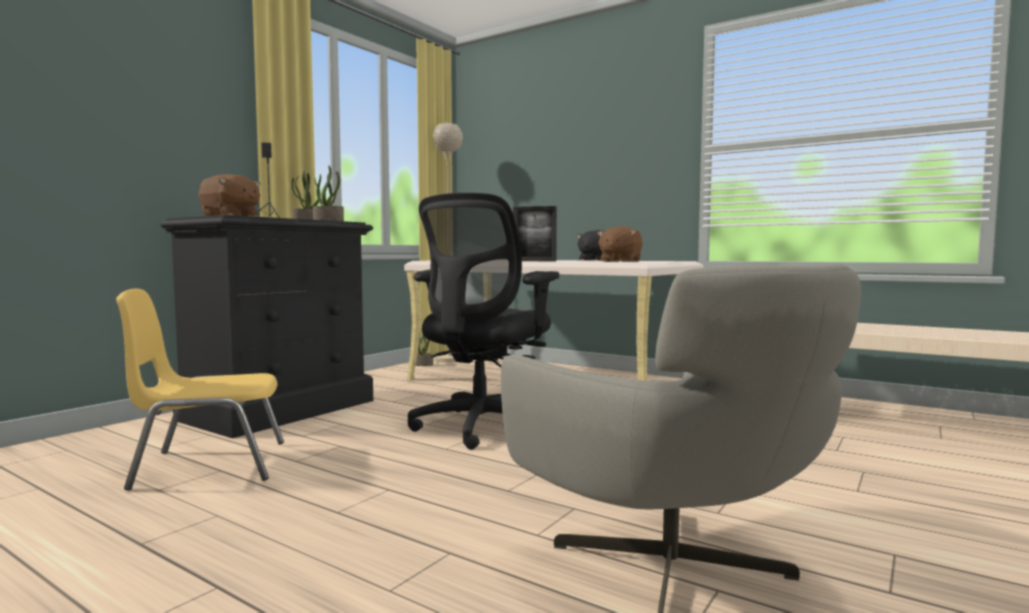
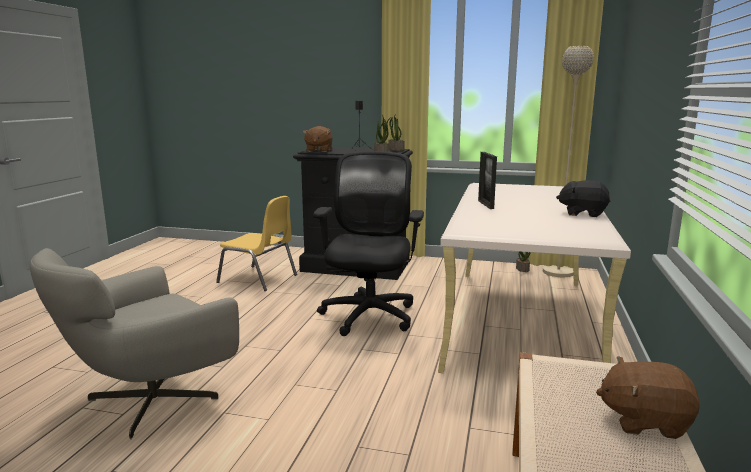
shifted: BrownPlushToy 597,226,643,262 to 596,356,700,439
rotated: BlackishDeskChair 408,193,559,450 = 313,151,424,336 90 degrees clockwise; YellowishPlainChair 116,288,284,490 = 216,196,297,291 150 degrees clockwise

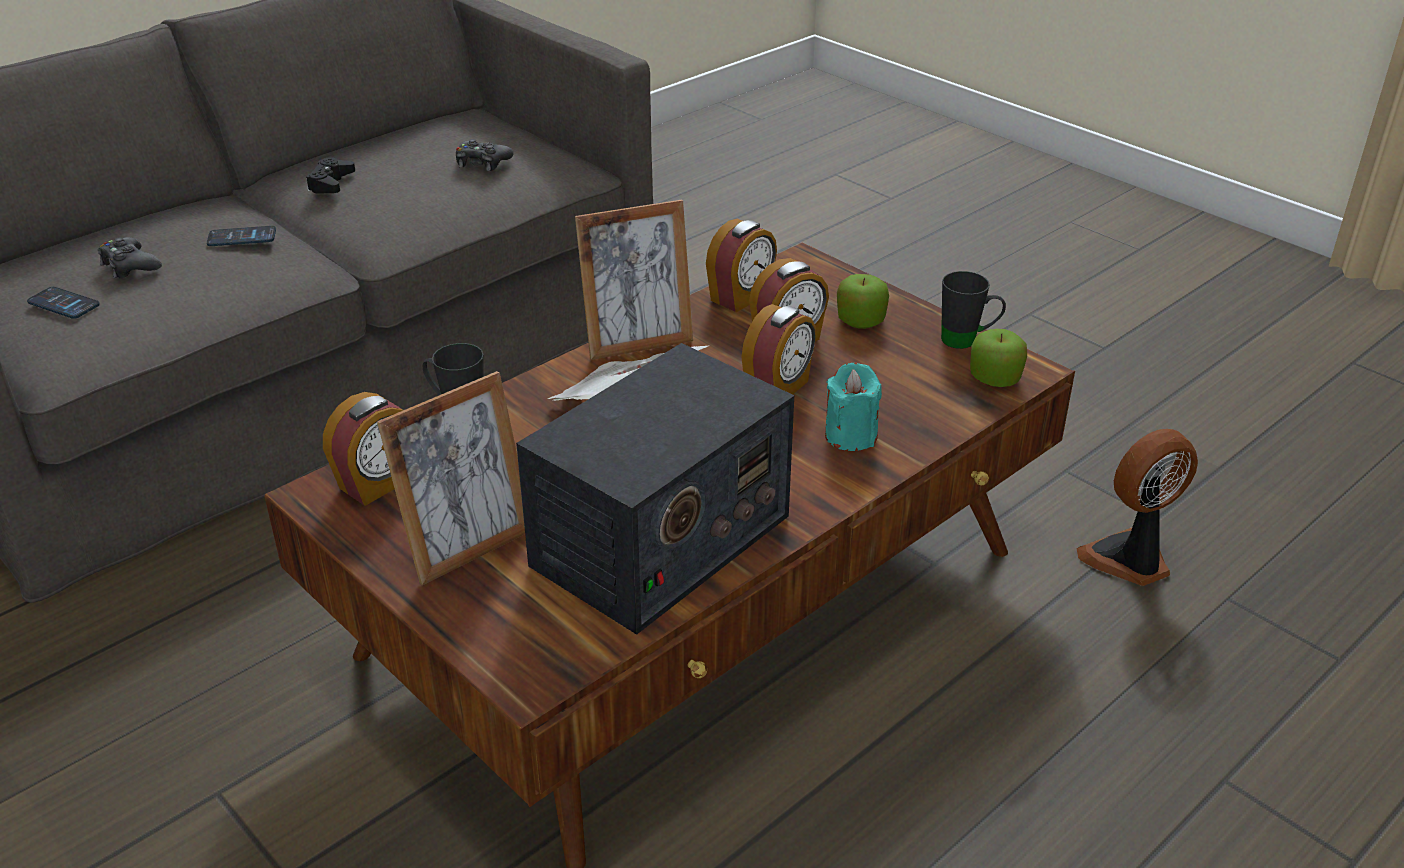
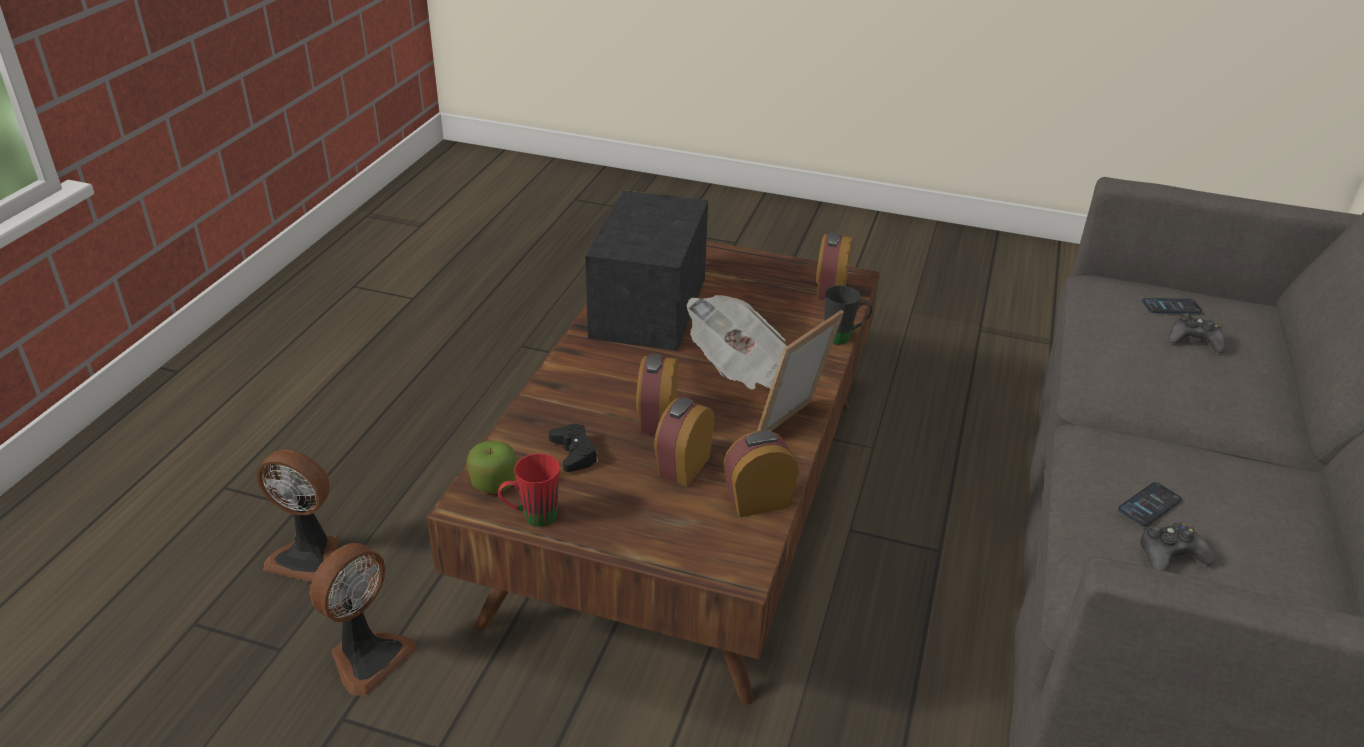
gone: AppleFruit 837,274,889,329; TurquoiseWaxLight 825,362,882,451; PictureFrame 377,371,525,585
new: Fan 257,450,338,582
shifted: BlackishJoypad 306,157,355,193 to 549,424,598,472; Telephone 207,226,276,246 to 1118,482,1182,527
repainted: BlackishMug 941,271,1006,349 to RedColouredMug 498,453,560,527
rotated: AlarmClock 706,219,777,312 = 724,431,799,517 60 degrees clockwise

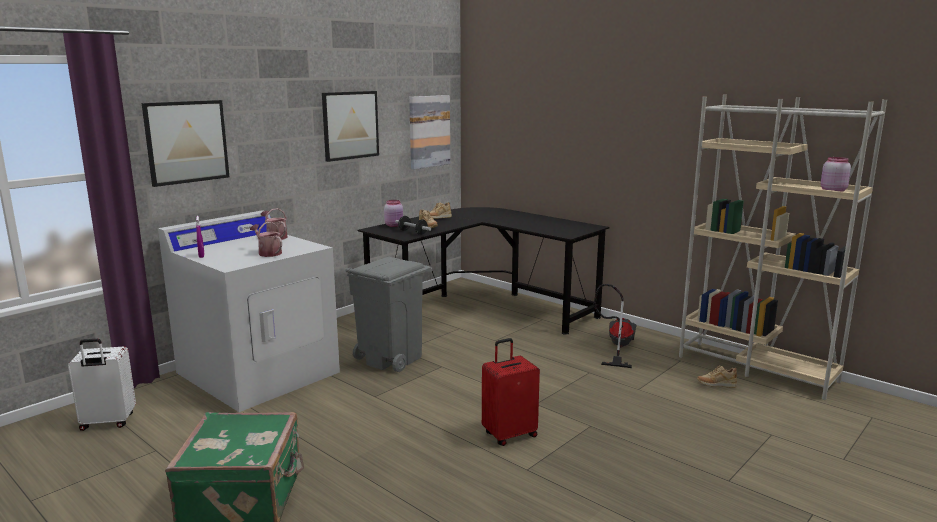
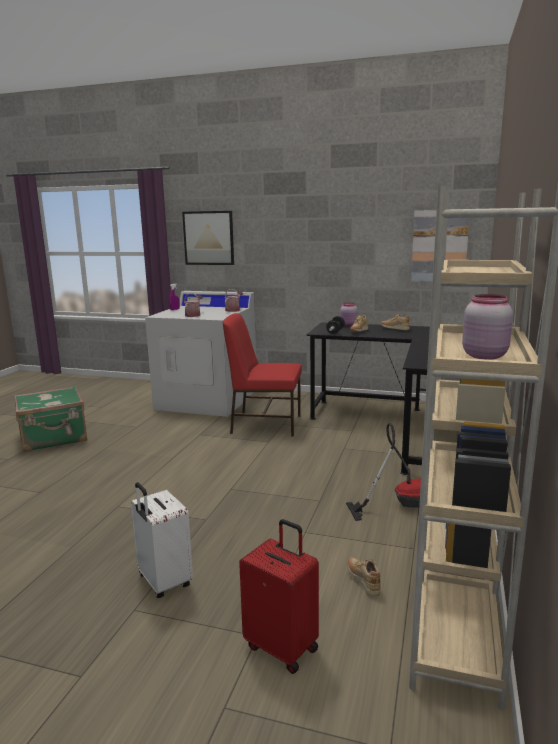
gone: WallPicture 322,91,379,162
shifted: RedColouredSuitcase 482,338,540,446 to 239,519,319,674; WhitishSuitcase 68,339,136,431 to 131,482,193,598
swapped: GreyishWasteBin 346,257,432,372 to RedColouredPlainChair 223,313,302,437

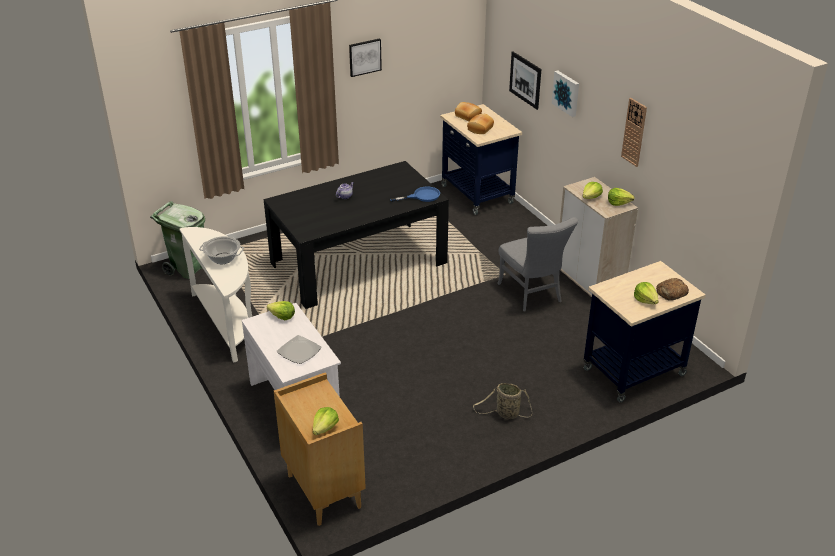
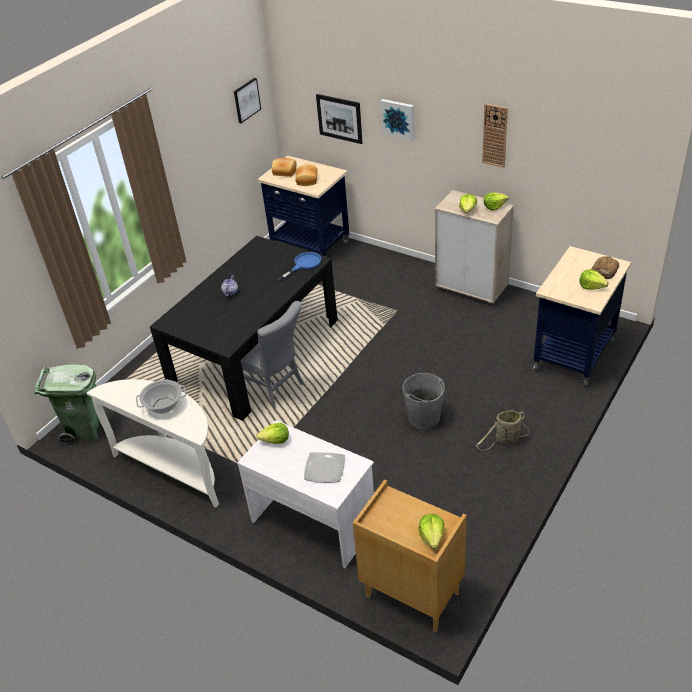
new: GreyishWaterBucket 402,373,445,429
shifted: WallPicture 349,38,382,77 to 234,78,261,123; GreyishPlainChair 497,217,578,311 to 241,301,304,409

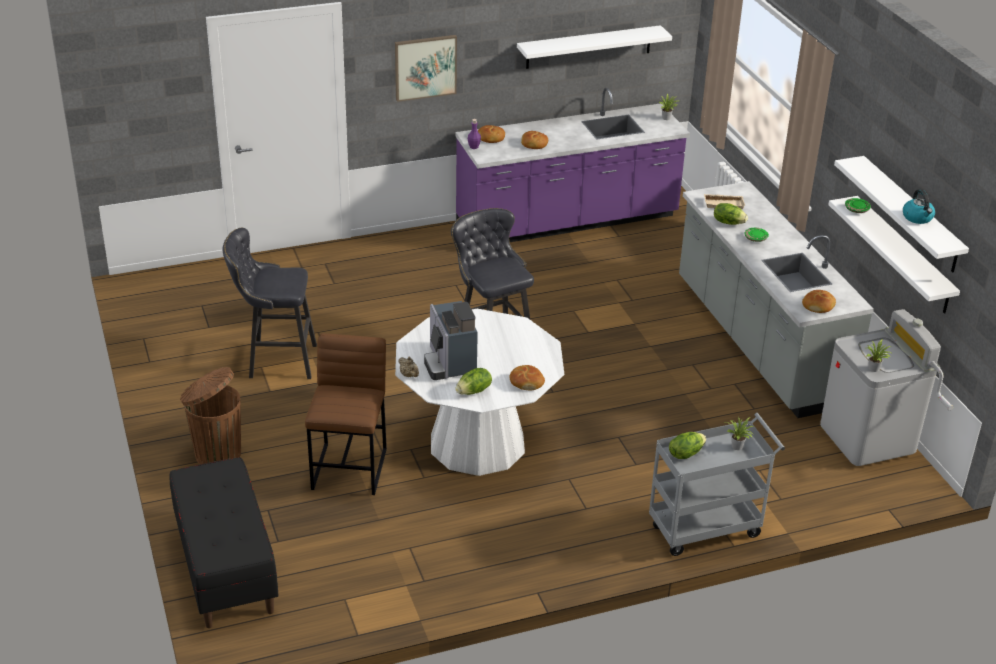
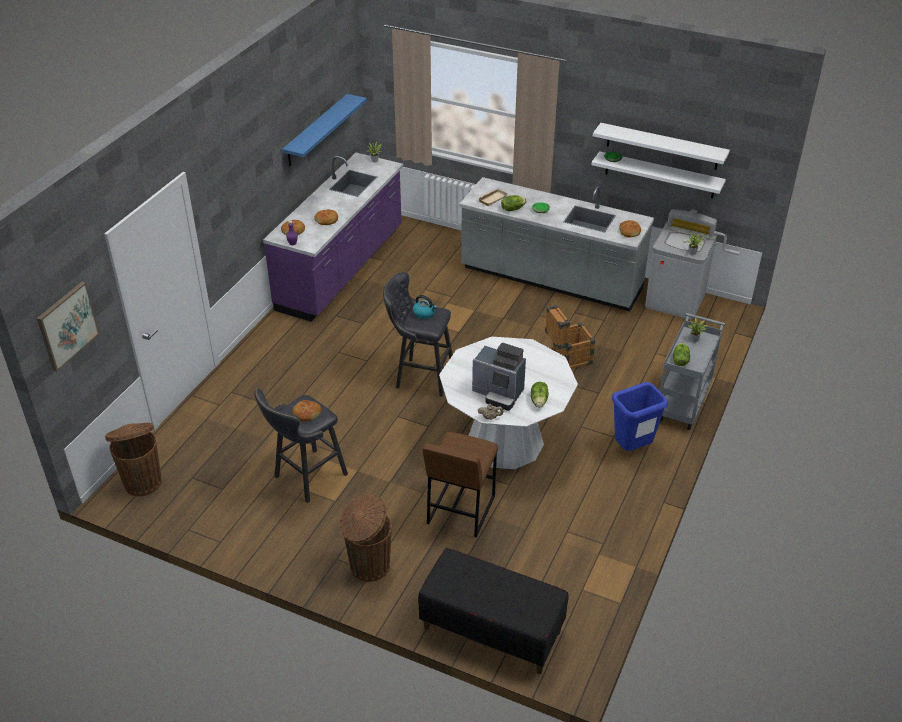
new: ShippingCrate 545,305,595,369; BluishWasteBin 612,382,668,451; BrownWasteBin 105,423,162,496
shifted: WallPicture 395,35,457,102 to 37,282,99,371; Kettle 903,189,935,224 to 413,295,437,319; BakeryBread 510,365,545,390 to 292,400,321,421
repainted: WhitishWallShelf 517,25,672,69 to BluishWallShelf 282,94,367,166
rotated: BrownPlainChair 305,333,387,495 = 423,432,498,538 120 degrees counterclockwise

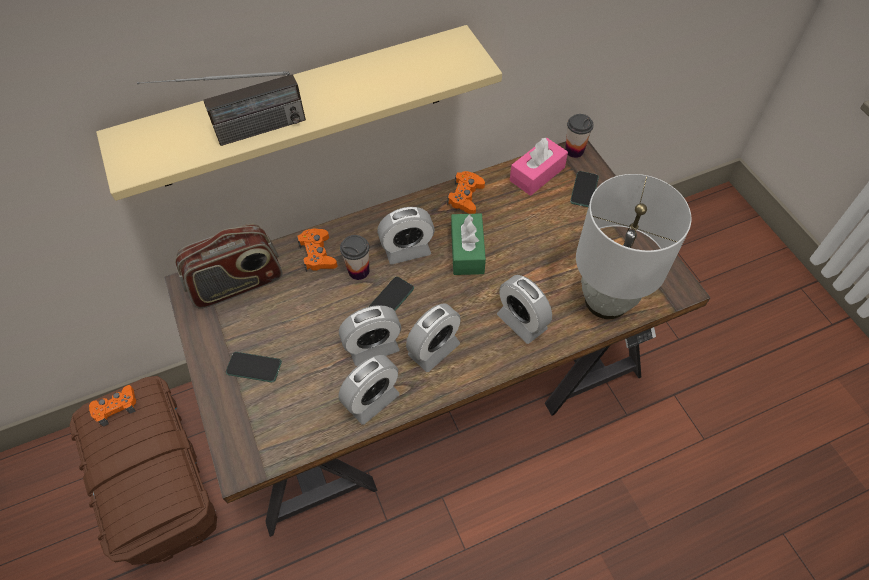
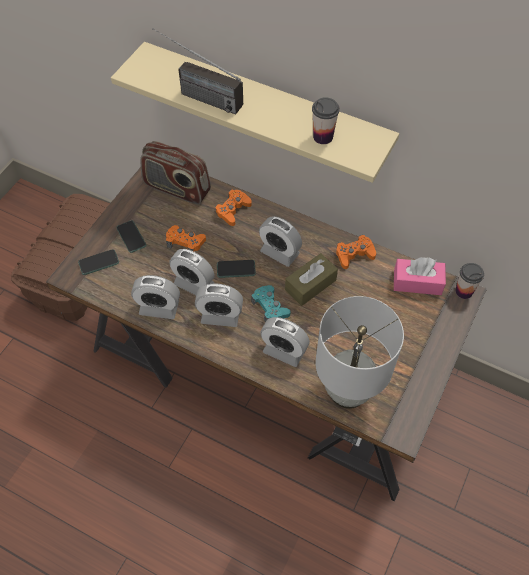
new: TurquoiseJoypad 251,285,290,322
shifted: Telephone 570,171,599,207 to 78,249,119,275; SmallCup 340,235,369,280 to 312,97,340,144; OrangeJoypad 89,385,136,427 to 166,225,206,252
repainted: GreenColouredTissueBox 451,213,486,275 to BrownTissueBox 285,253,338,306
rotated: AlarmClock 497,275,552,344 = 260,317,310,367 75 degrees counterclockwise

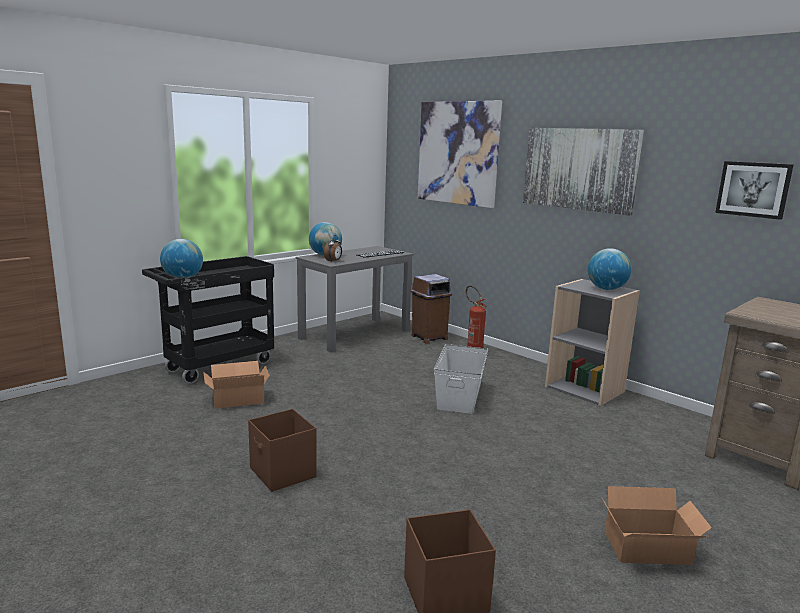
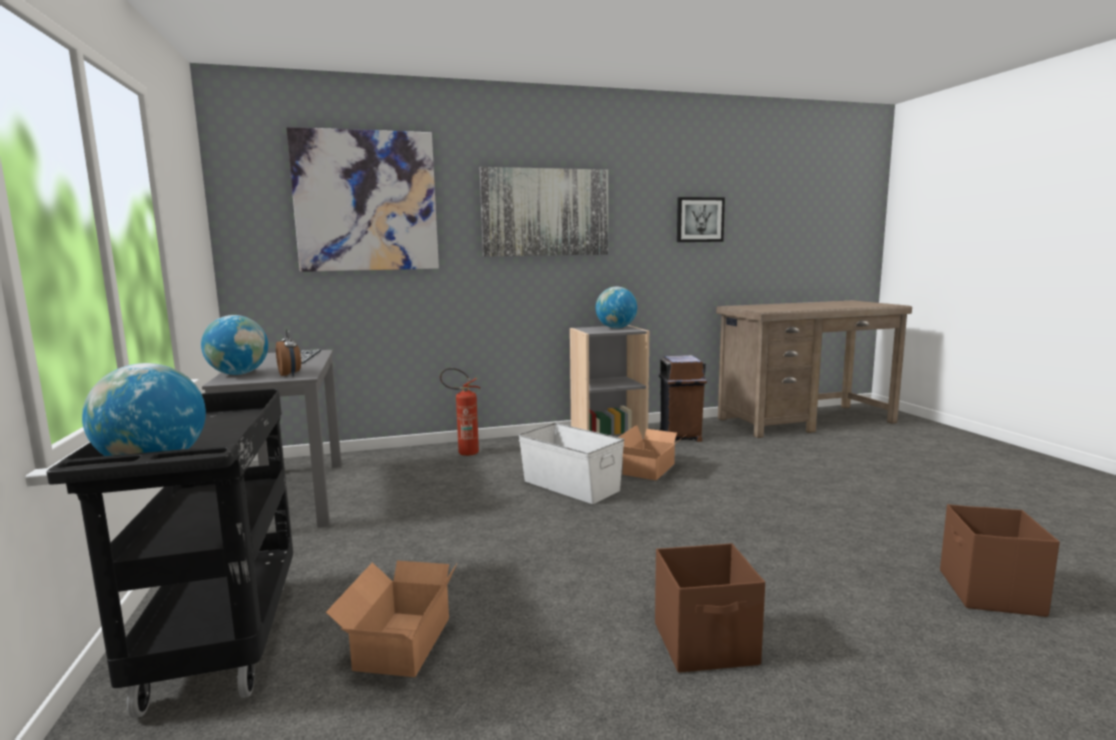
shifted: BrownWasteBin 410,274,452,344 to 659,355,707,442; Carton 601,486,712,565 to 619,425,683,481

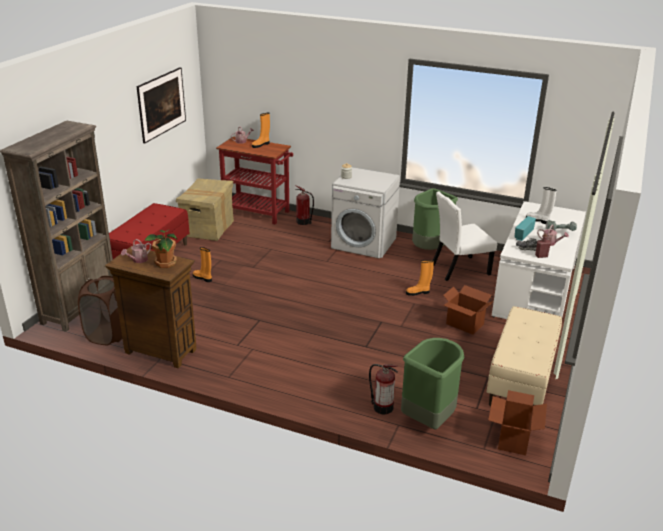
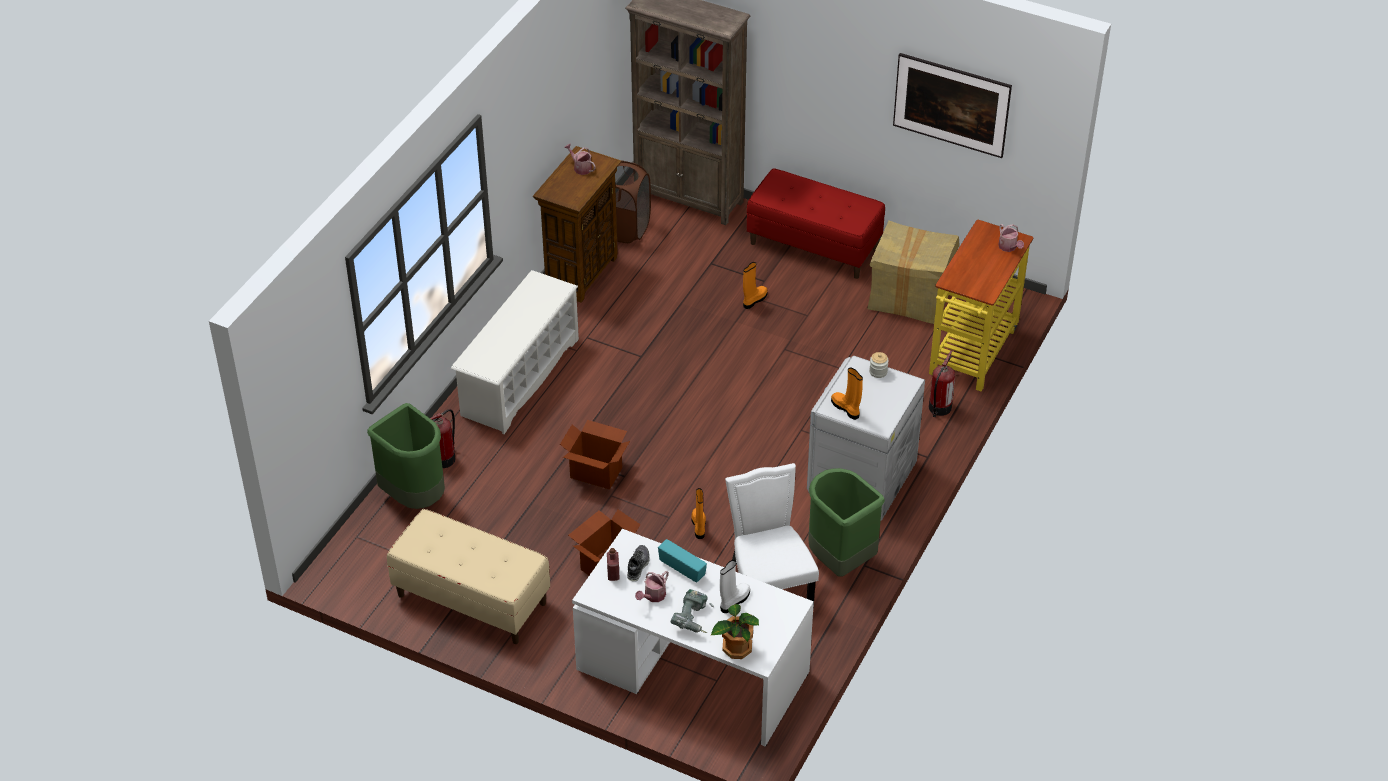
new: WhitishShoeStand 451,270,579,434
shifted: OrangeBoot 252,112,270,148 to 831,368,863,420; PottedPlant 144,229,177,268 to 711,604,759,659; Carton 488,390,547,455 to 560,420,630,489
repainted: RedColouredCart 216,137,293,225 to YellowishCart 929,220,1033,391

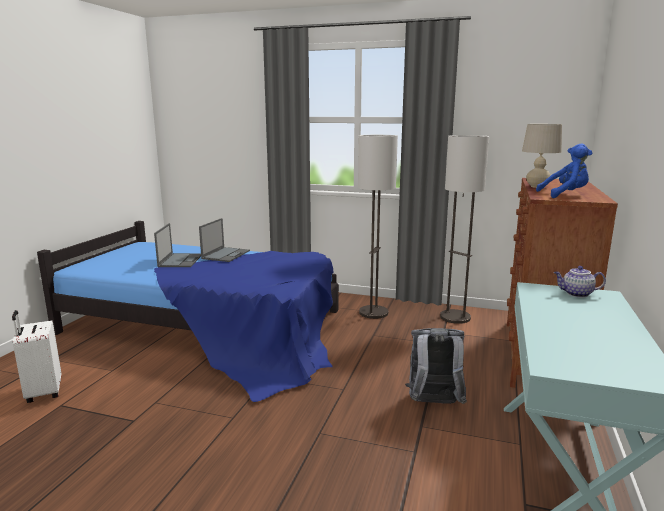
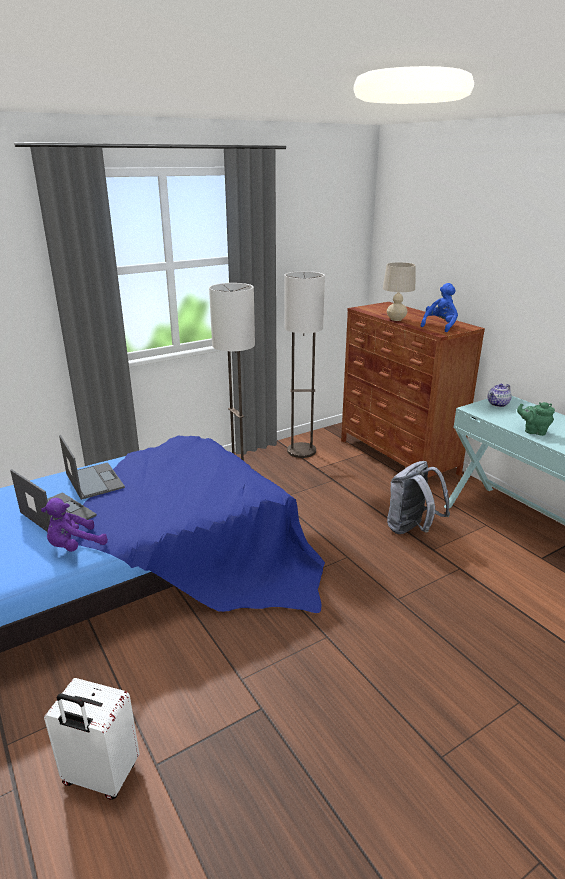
new: GreenColouredTeaPot 517,402,555,436; PurplishPlushToy 41,498,108,552

